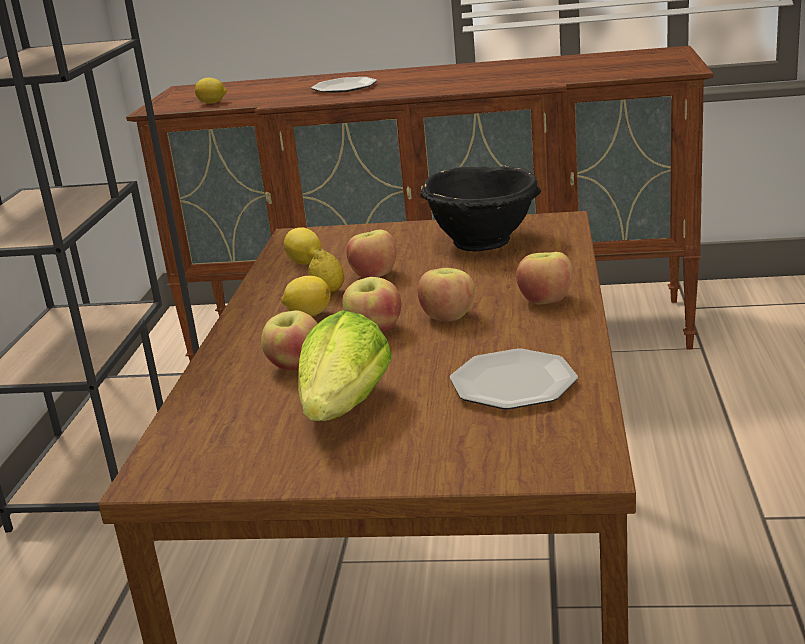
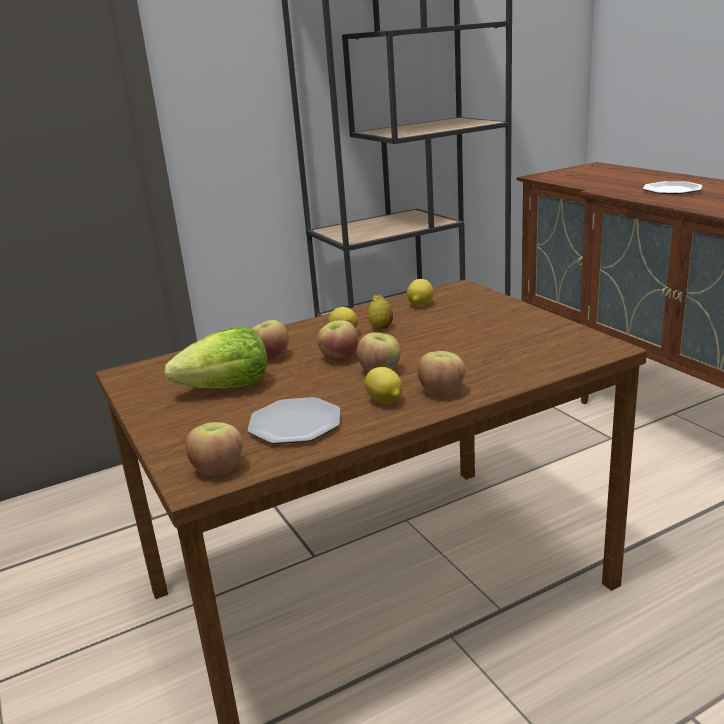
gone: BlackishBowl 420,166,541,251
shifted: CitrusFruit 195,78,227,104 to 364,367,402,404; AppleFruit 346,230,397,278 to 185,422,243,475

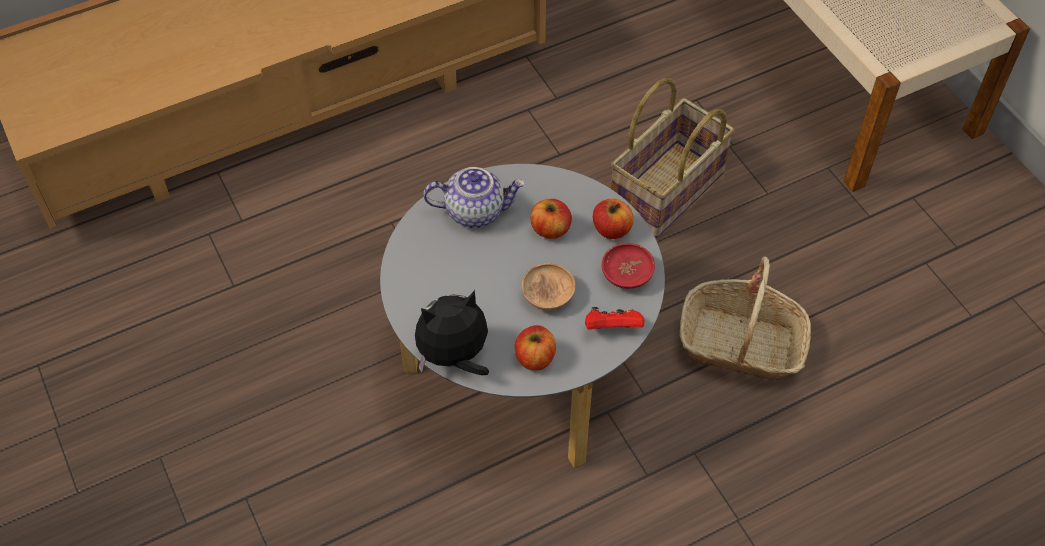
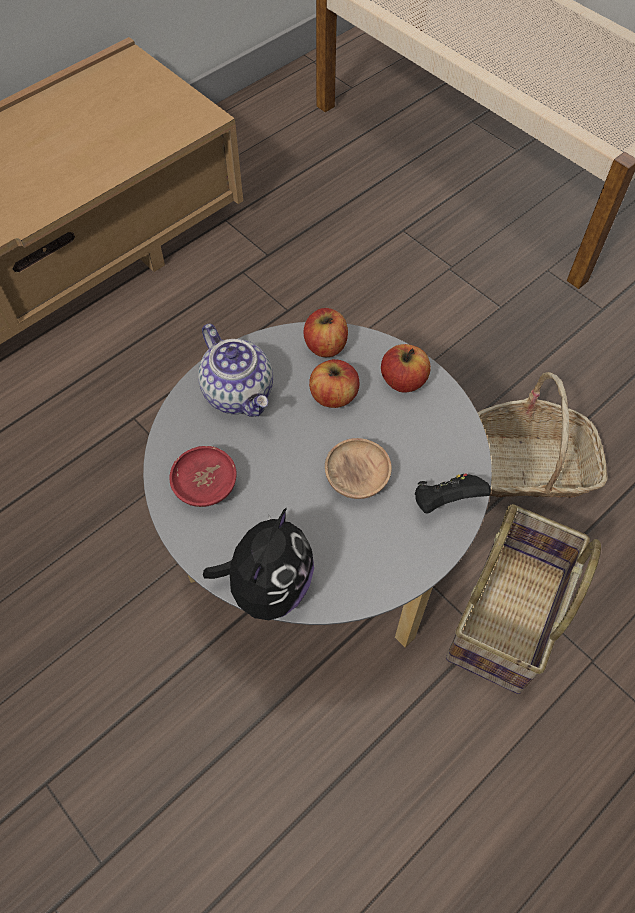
shifted: Basket 611,78,735,238 to 446,504,601,694; RedColouredBowl 602,243,655,289 to 170,446,237,507; AppleFruit 515,325,556,371 to 304,308,348,357
repainted: RedColouredJoypad 585,307,645,330 to BlackishJoypad 415,473,491,514
rotated: TeaPot 423,167,525,228 = 198,324,273,417 75 degrees clockwise; PlushToy 415,290,489,375 = 203,508,314,620 150 degrees clockwise

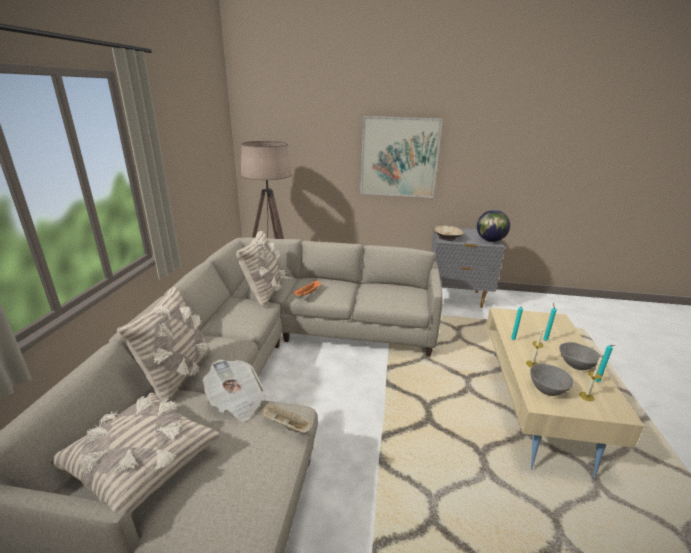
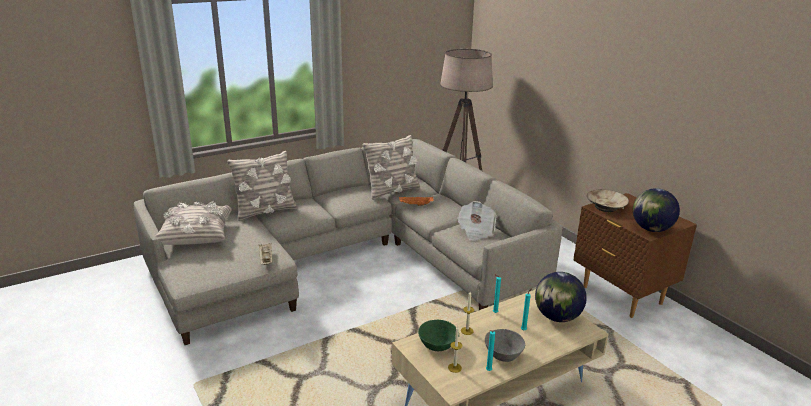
gone: WallPicture 360,116,443,198
new: WorldGlobe 535,272,587,322
shifted: Newspaper 203,359,266,422 to 457,201,497,241
repainted: GreyishNightTable 431,226,505,308 to BrownNightTable 574,193,697,318; GreyishBowl 530,363,574,396 to GreenColouredBowl 418,320,459,351

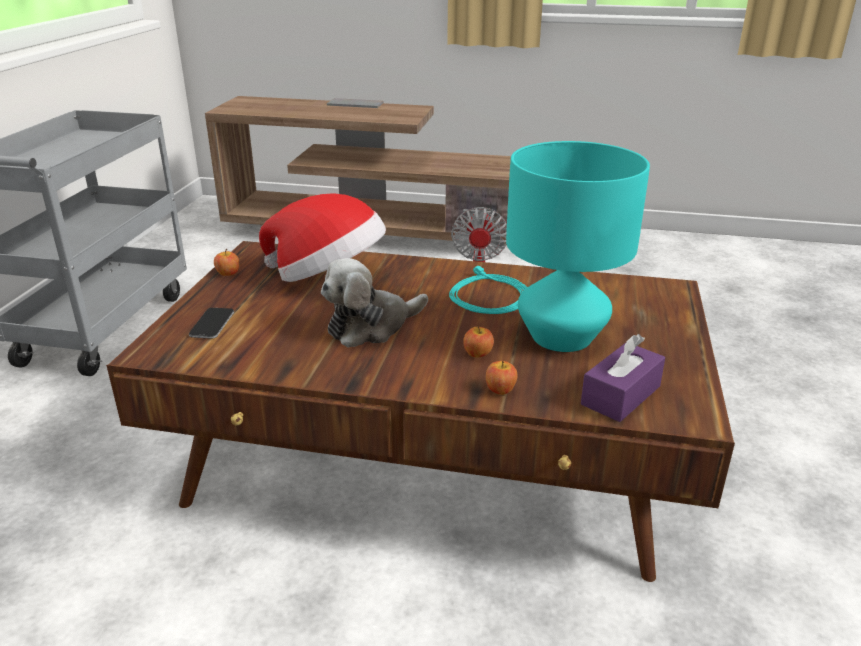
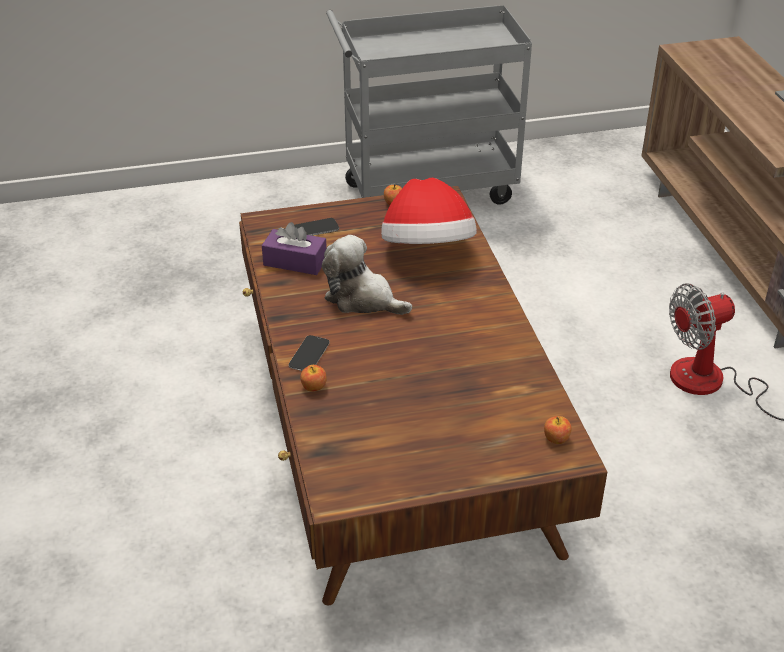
gone: TurquoiseTableLamp 449,141,650,352
new: Telephone 289,335,330,371
shifted: AppleFruit 463,326,494,358 to 544,416,572,444; PurplishTissueBox 581,334,665,422 to 262,222,327,275

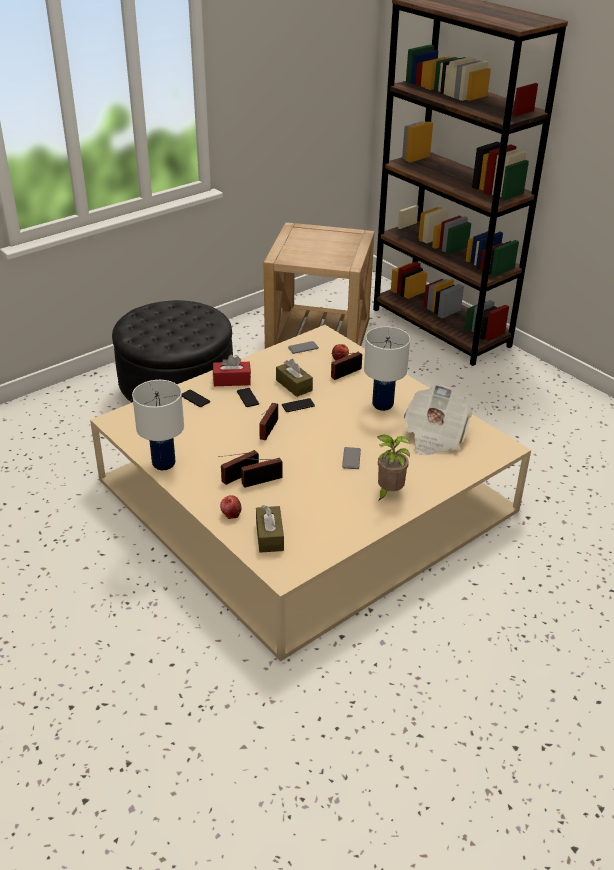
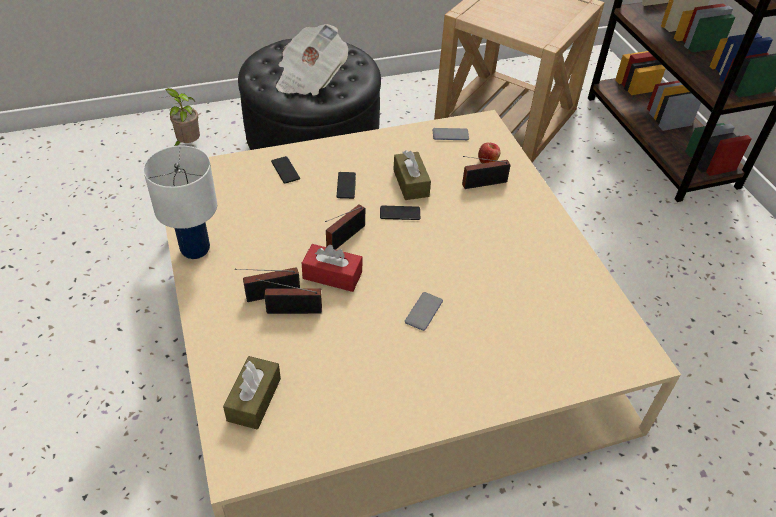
gone: WhitishTableLamp 364,326,410,411; AppleFruit 220,495,241,519
shifted: RedColouredTissueBox 213,355,251,386 to 302,244,363,292; Newspaper 404,384,472,455 to 276,24,348,96; PottedPlant 377,435,410,500 to 162,88,200,146

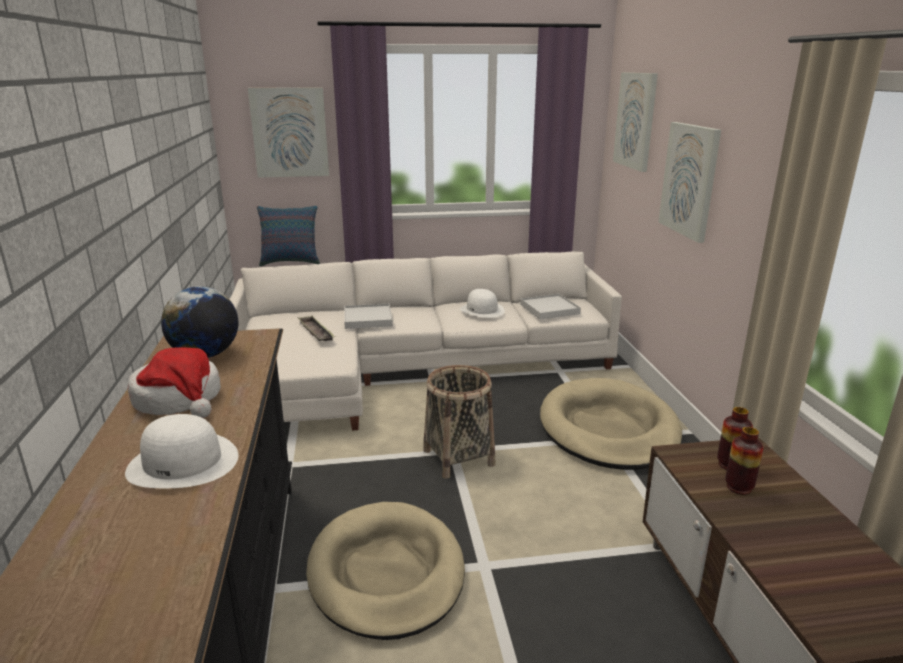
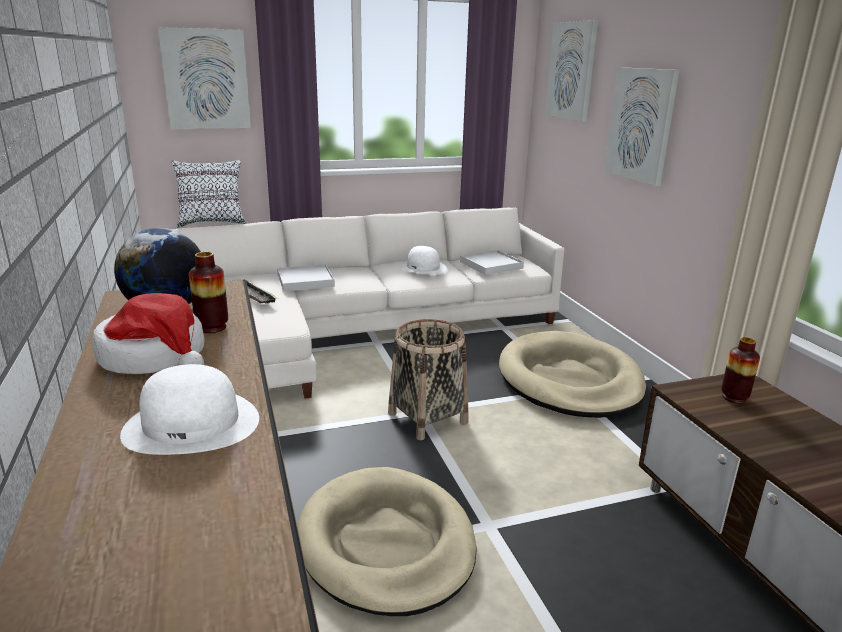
shifted: Vase 725,427,763,495 to 189,252,228,333
repainted: BluishThrowPillow 257,206,320,266 to WhitishThrowPillow 172,160,246,228

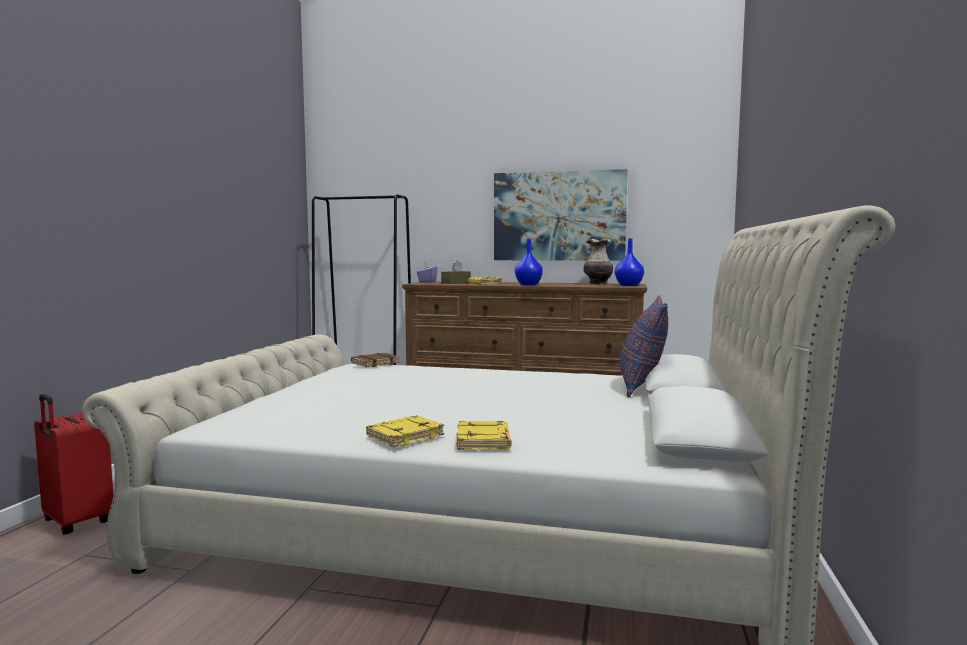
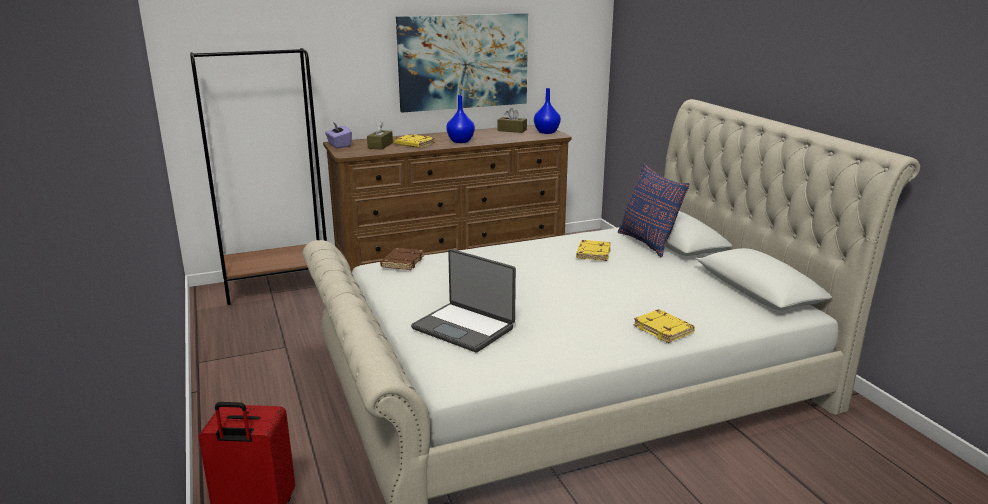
new: Laptop 411,249,516,352
shifted: YellowishBook 366,415,444,447 to 576,240,611,261
swapped: Vase 584,239,613,285 to BrownTissueBox 498,108,527,133

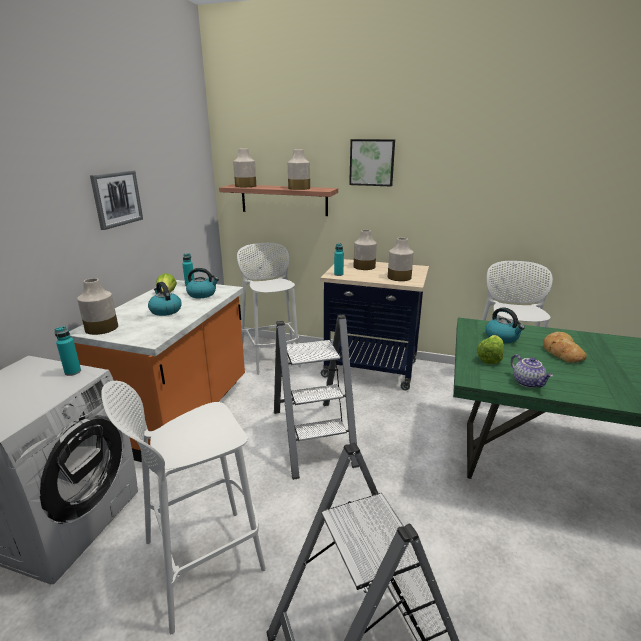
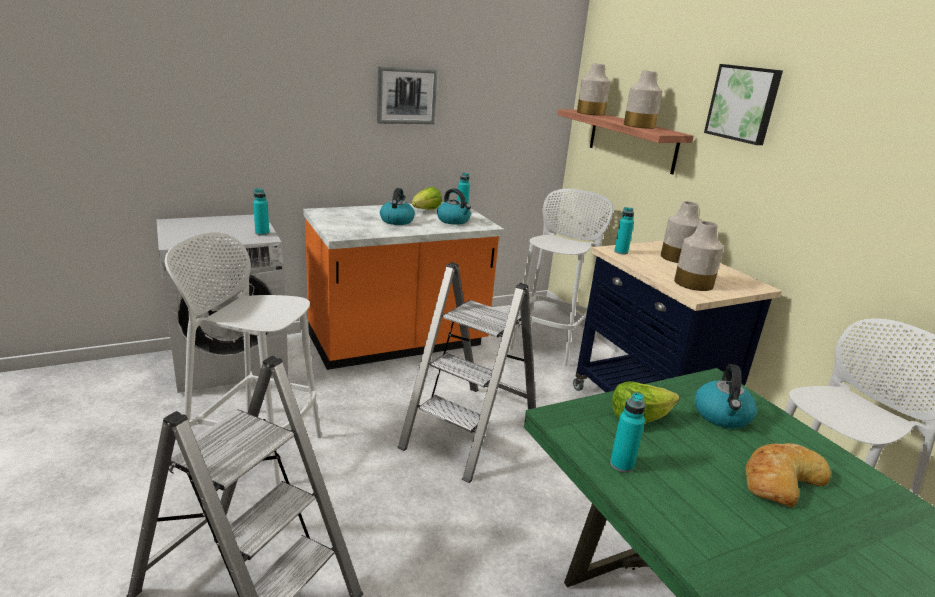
gone: BeigeColouredVase 77,278,118,335
swapped: TeaPot 511,354,553,388 to TurquoiseBottle 610,393,645,473

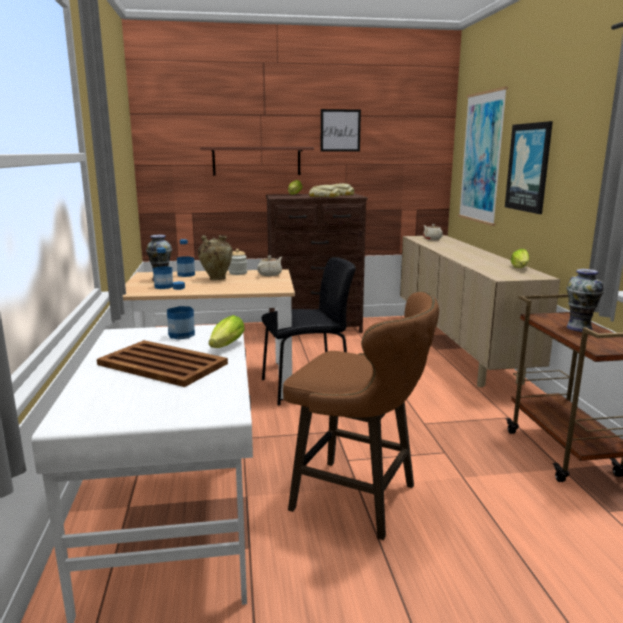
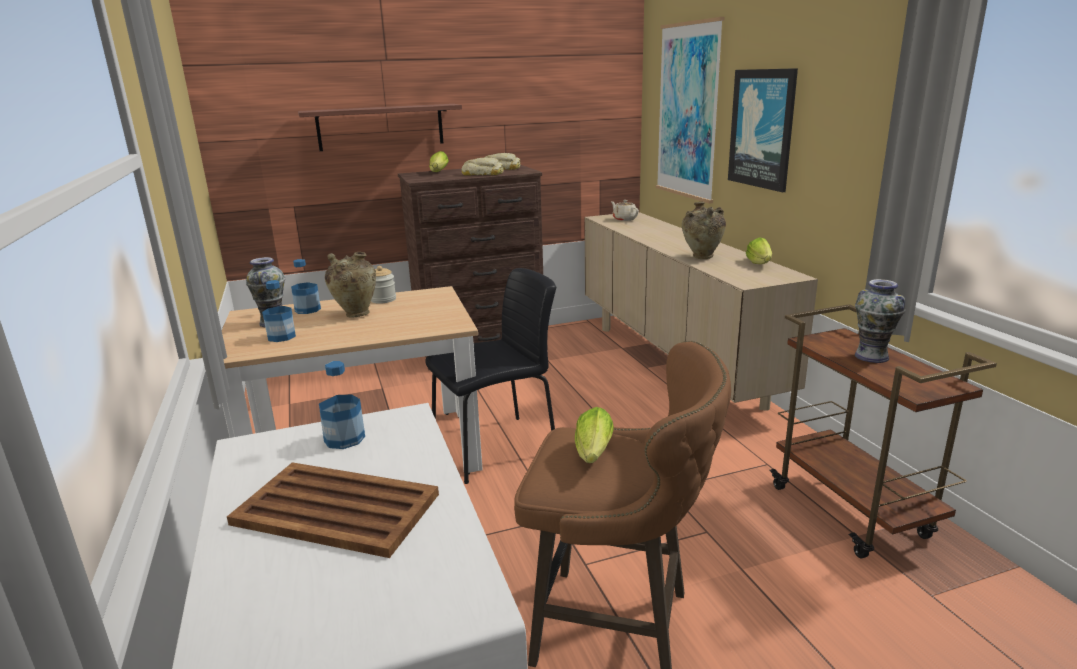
gone: WallPicture 321,109,361,152; BeigeColouredTeaPot 257,256,282,276
new: BeigeColouredVase 682,202,726,259
shifted: LettuceHead 209,315,245,348 to 575,407,614,463

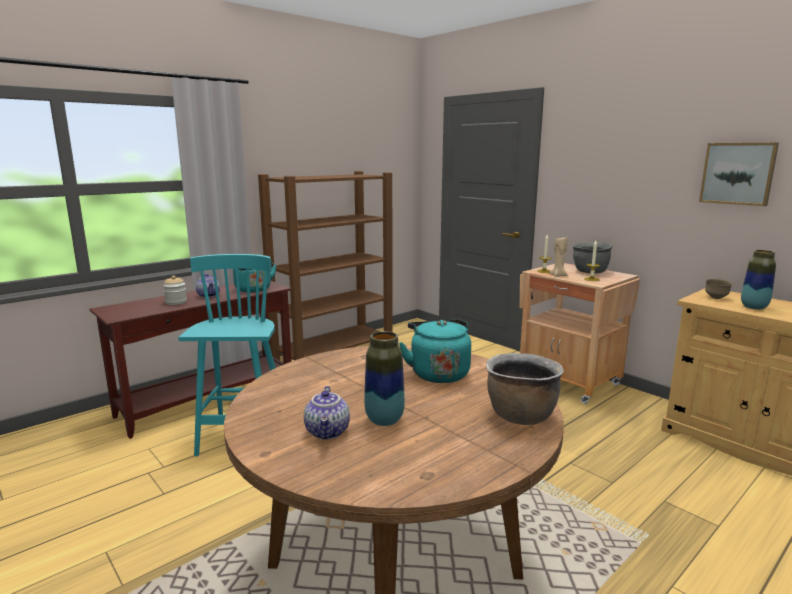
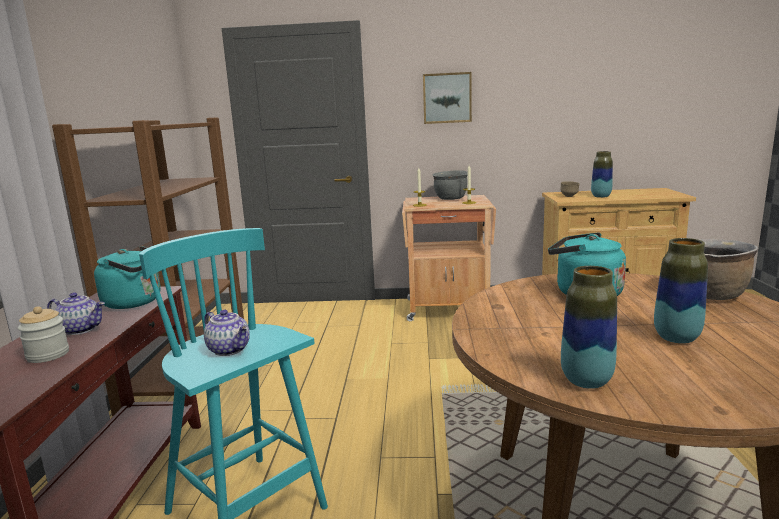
gone: BeigeColouredWaxLight 549,236,568,277
new: Vase 561,266,617,389
shifted: WallPicture 699,143,779,206 to 423,72,472,124; TeaPot 304,386,350,440 to 204,309,250,356

